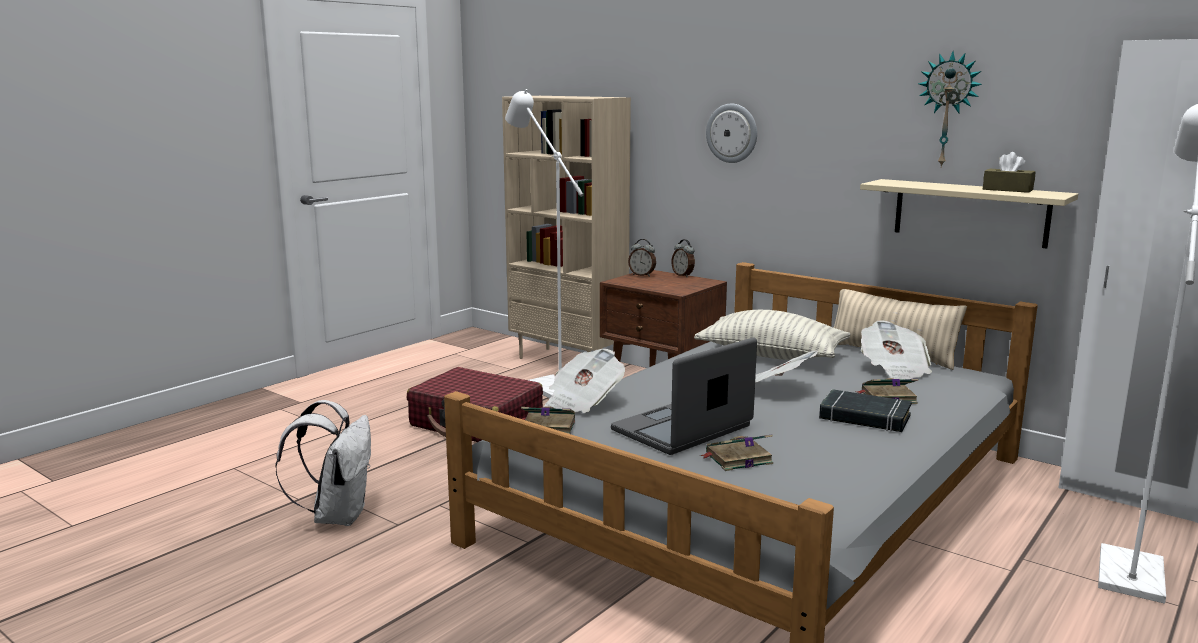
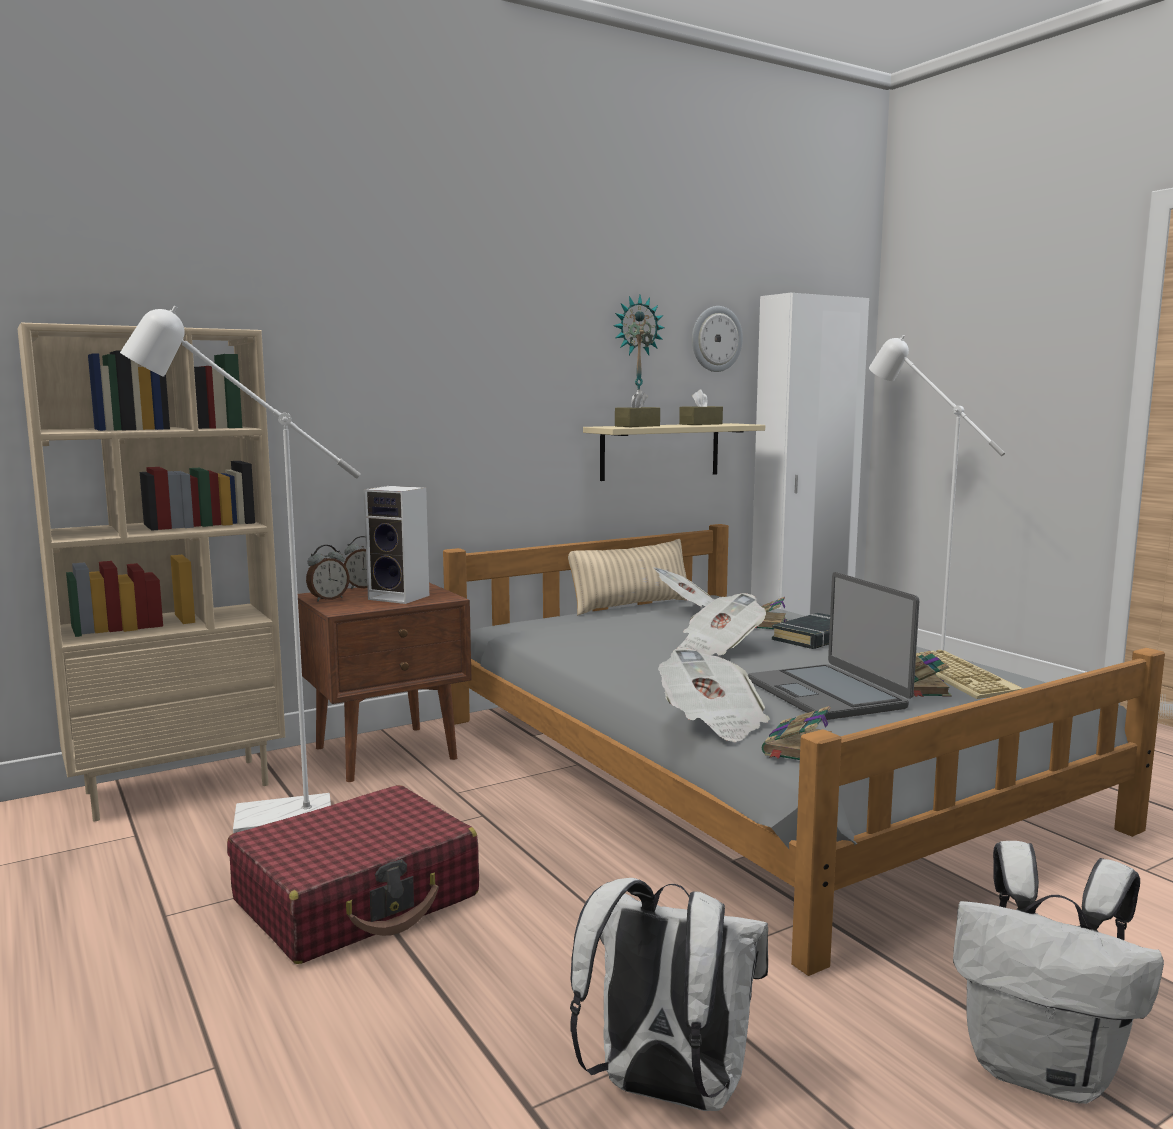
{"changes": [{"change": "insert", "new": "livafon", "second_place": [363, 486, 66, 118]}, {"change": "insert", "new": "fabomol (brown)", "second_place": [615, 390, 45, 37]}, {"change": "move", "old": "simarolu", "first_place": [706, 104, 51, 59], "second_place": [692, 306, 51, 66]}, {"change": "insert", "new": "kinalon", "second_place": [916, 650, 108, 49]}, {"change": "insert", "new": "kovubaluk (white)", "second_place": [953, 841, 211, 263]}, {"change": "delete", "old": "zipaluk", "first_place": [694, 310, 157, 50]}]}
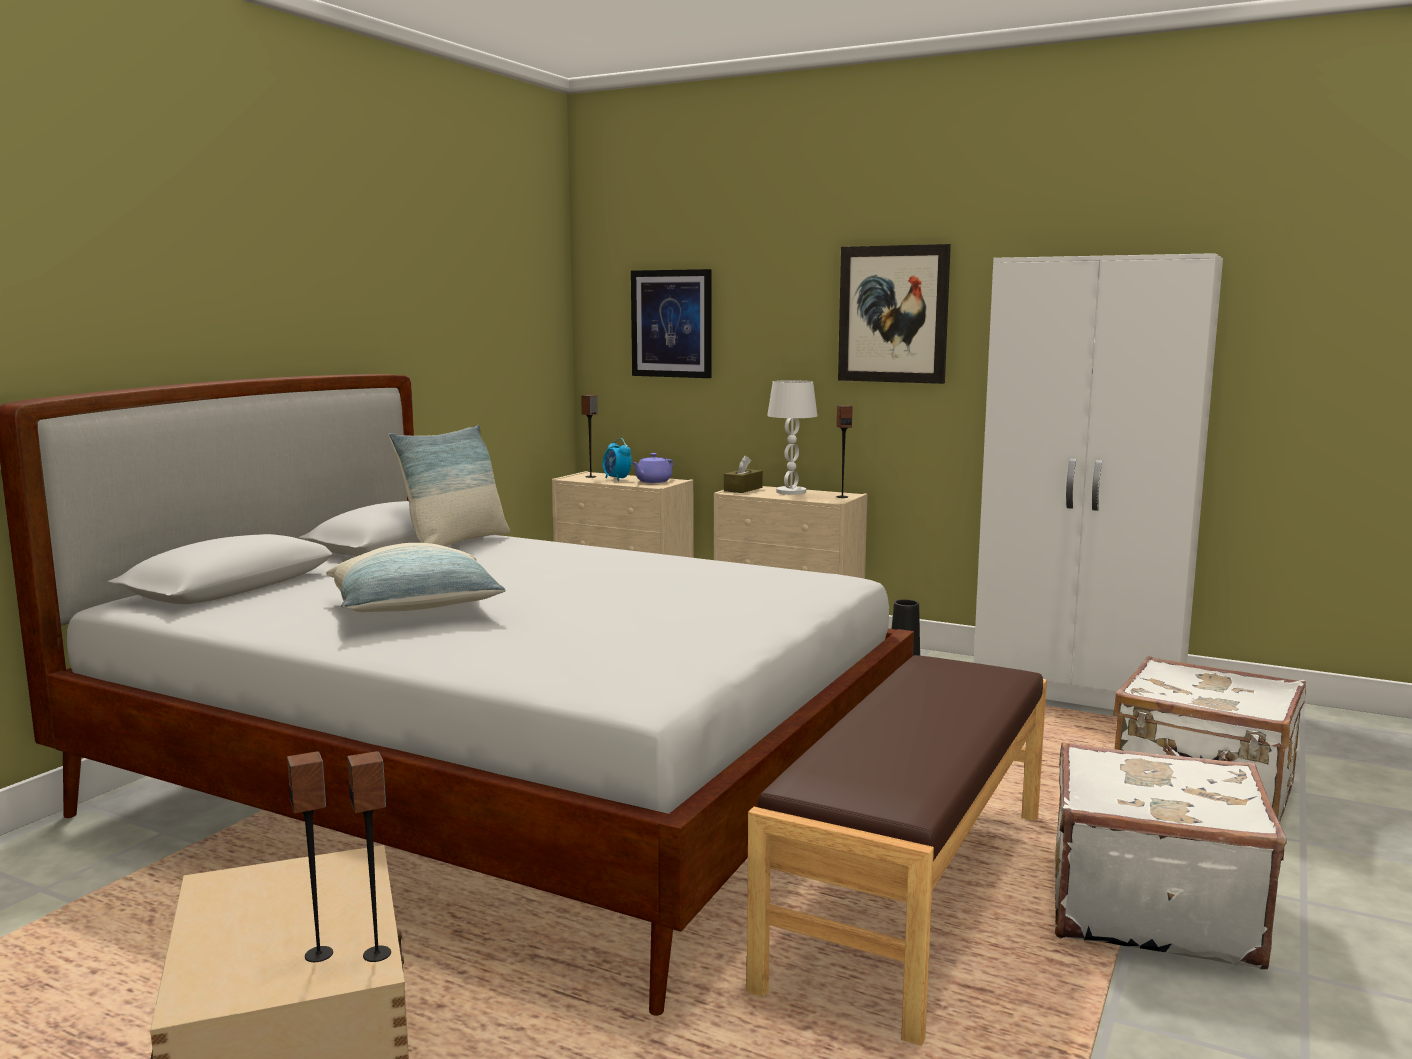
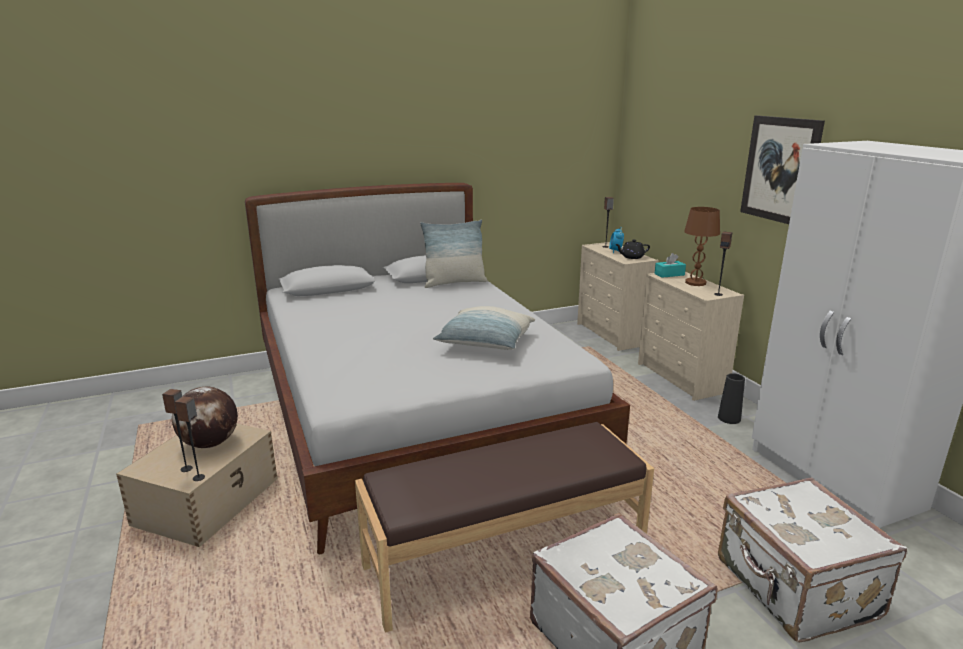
{"changes": [{"change": "insert", "new": "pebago", "second_place": [172, 387, 66, 61]}, {"change": "move", "old": "zipaluk", "first_place": [326, 543, 180, 69], "second_place": [433, 306, 102, 44]}, {"change": "recolor", "old": "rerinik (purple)", "new": "rerinik (black)", "first_place": [631, 453, 42, 30], "second_place": [615, 240, 35, 19]}, {"change": "recolor", "old": "fabomol (brown)", "new": "fabomol (turquoise)", "first_place": [724, 455, 39, 38], "second_place": [654, 253, 32, 25]}, {"change": "recolor", "old": "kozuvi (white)", "new": "kozuvi (brown)", "first_place": [767, 380, 50, 115], "second_place": [684, 207, 36, 79]}, {"change": "delete", "old": "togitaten", "first_place": [631, 269, 81, 109]}]}
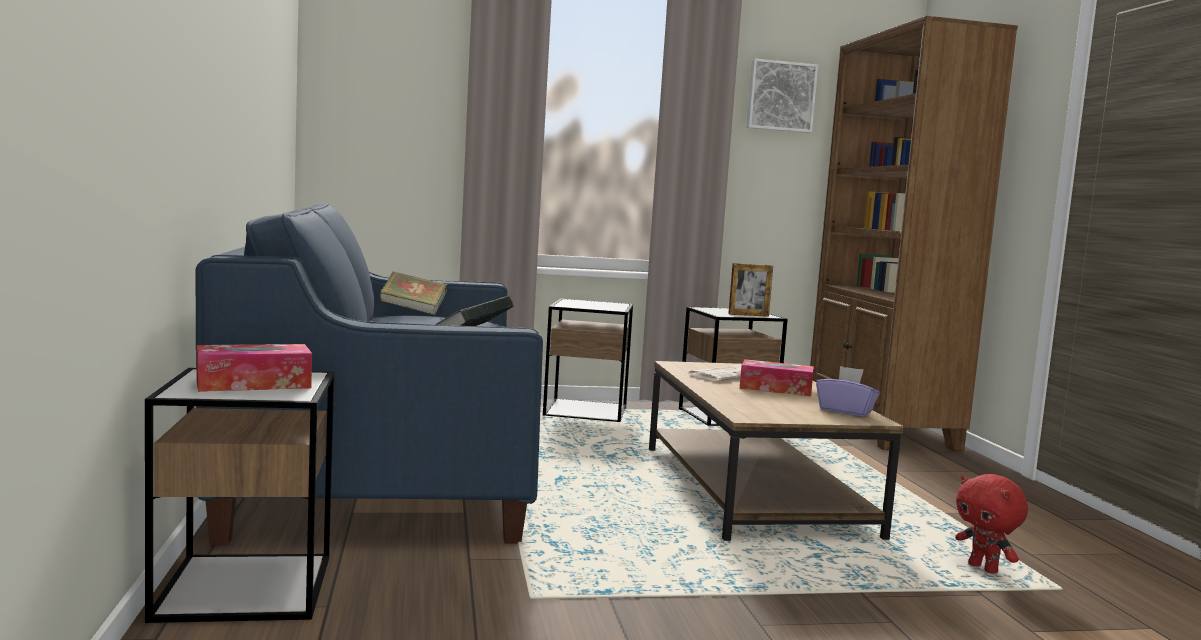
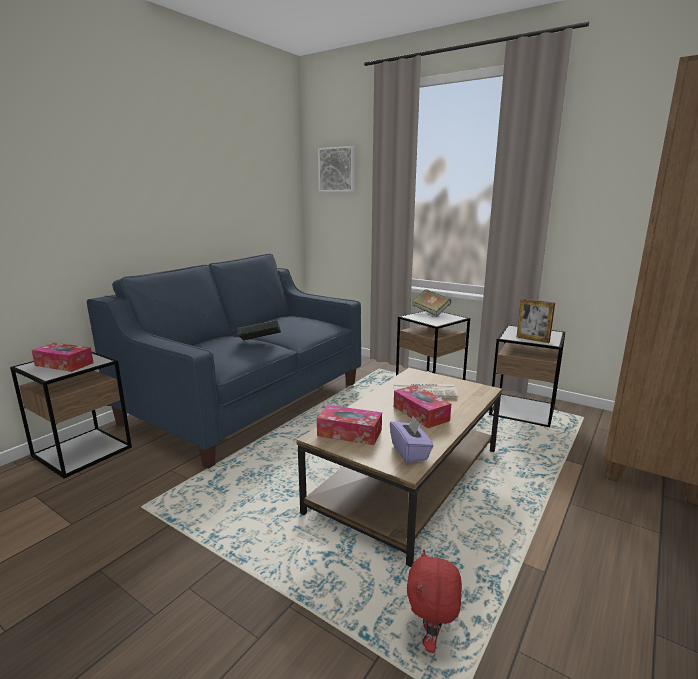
{"changes": [{"change": "insert", "new": "fabomol", "second_place": [317, 405, 65, 40]}, {"change": "move", "old": "togitaten", "first_place": [746, 59, 72, 74], "second_place": [318, 146, 37, 46]}, {"change": "move", "old": "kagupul", "first_place": [379, 272, 68, 43], "second_place": [412, 289, 39, 28]}]}
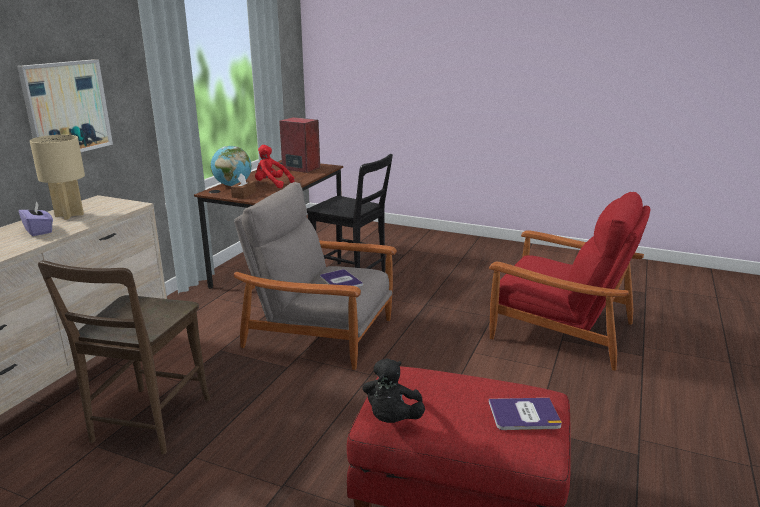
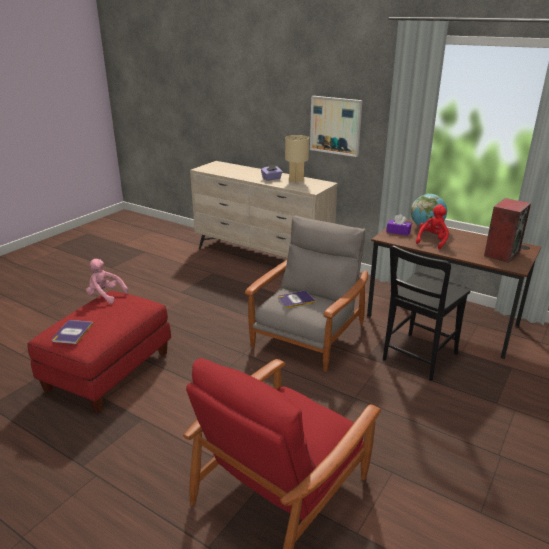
{"changes": [{"change": "recolor", "old": "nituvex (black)", "new": "nituvex (pink)", "first_place": [362, 358, 63, 65], "second_place": [86, 259, 42, 44]}, {"change": "recolor", "old": "fabomol (brown)", "new": "fabomol (purple)", "first_place": [231, 173, 25, 26], "second_place": [386, 214, 26, 22]}, {"change": "delete", "old": "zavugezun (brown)", "first_place": [38, 260, 172, 194]}]}
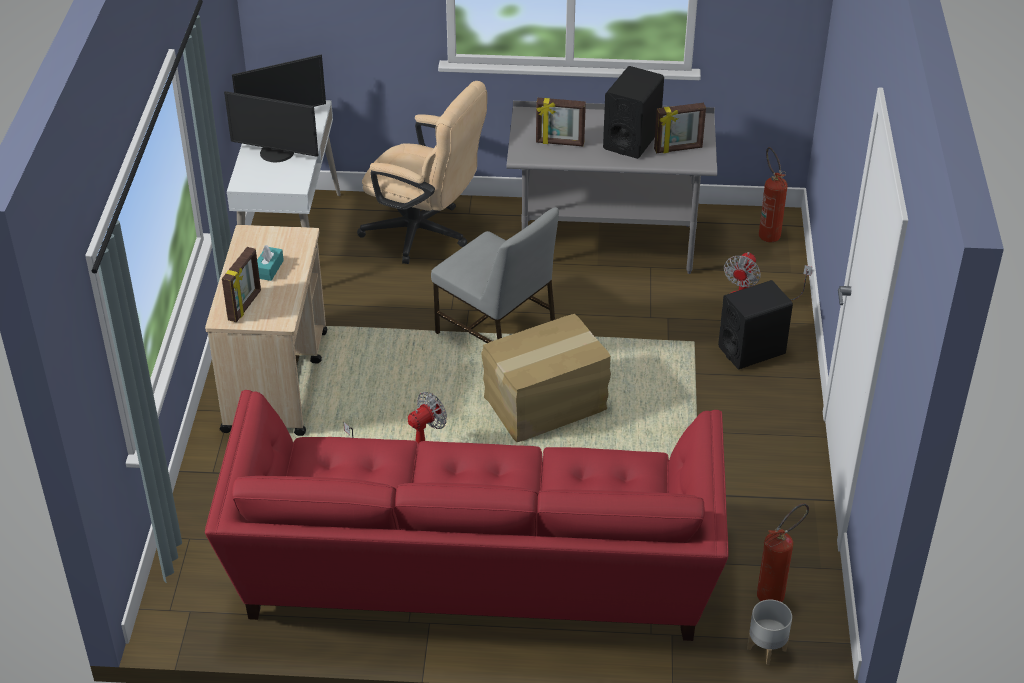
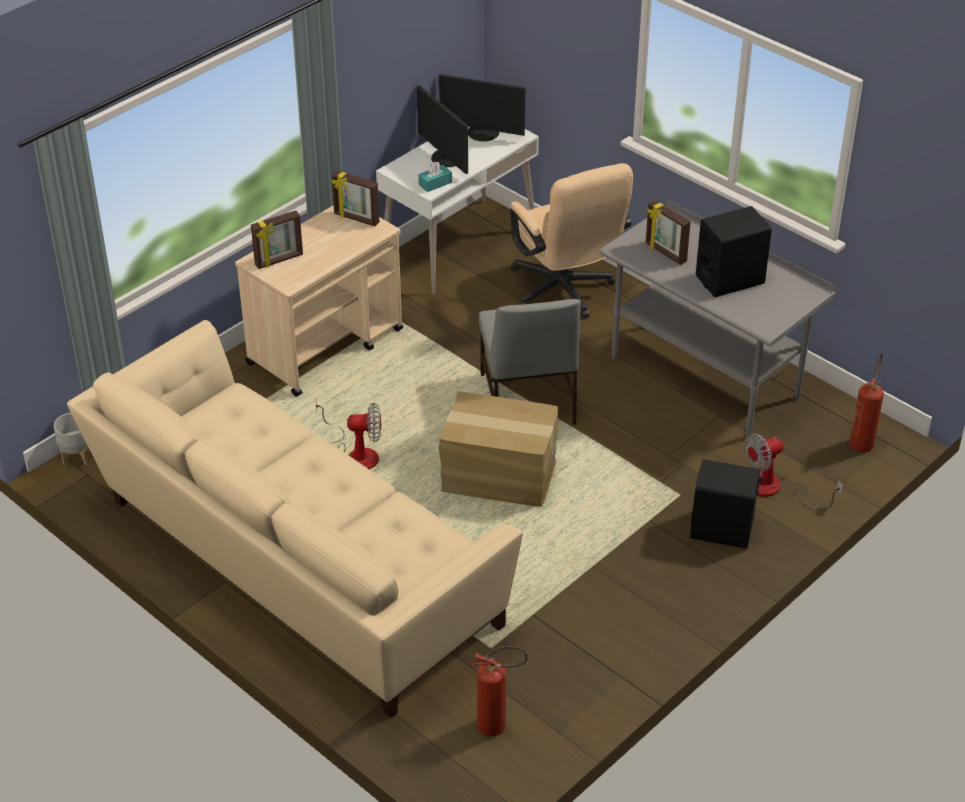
{"changes": [{"change": "move", "old": "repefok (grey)", "first_place": [747, 599, 45, 66], "second_place": [54, 413, 36, 53]}, {"change": "recolor", "old": "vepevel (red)", "new": "vepevel (beige)", "first_place": [205, 390, 524, 251], "second_place": [67, 320, 456, 398]}, {"change": "move", "old": "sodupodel", "first_place": [654, 103, 52, 50], "second_place": [331, 170, 48, 56]}, {"change": "move", "old": "fabomol (turquoise)", "first_place": [257, 245, 27, 36], "second_place": [418, 162, 34, 30]}]}
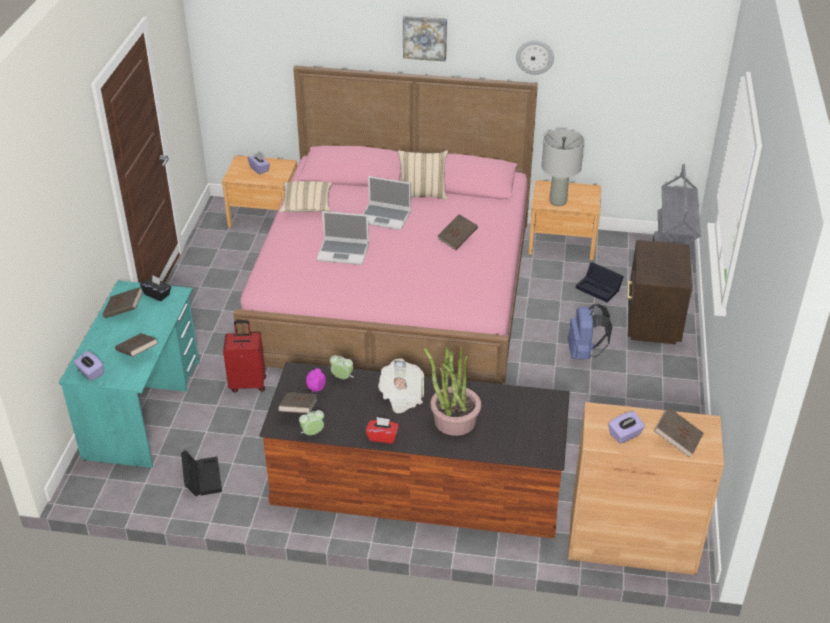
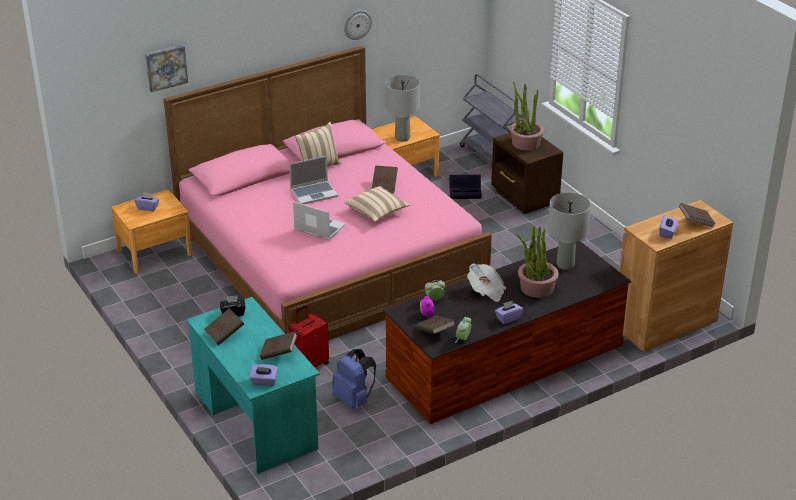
{"changes": [{"change": "move", "old": "togitaten", "first_place": [403, 16, 44, 45], "second_place": [145, 45, 43, 47]}, {"change": "rotate", "old": "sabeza", "first_place": [317, 211, 52, 54], "second_place": [293, 201, 52, 39], "degrees": -120}, {"change": "move", "old": "kovubaluk (blue)", "first_place": [568, 304, 44, 55], "second_place": [332, 349, 44, 60]}, {"change": "move", "old": "zipaluk (beige)", "first_place": [279, 181, 53, 31], "second_place": [345, 186, 66, 36]}, {"change": "recolor", "old": "fabomol (red)", "new": "fabomol (purple)", "first_place": [366, 417, 33, 27], "second_place": [495, 300, 28, 24]}, {"change": "insert", "new": "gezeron", "second_place": [510, 82, 34, 68]}, {"change": "insert", "new": "kozuvi (grey)", "second_place": [548, 192, 43, 78]}, {"change": "delete", "old": "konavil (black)", "first_place": [181, 450, 41, 46]}]}
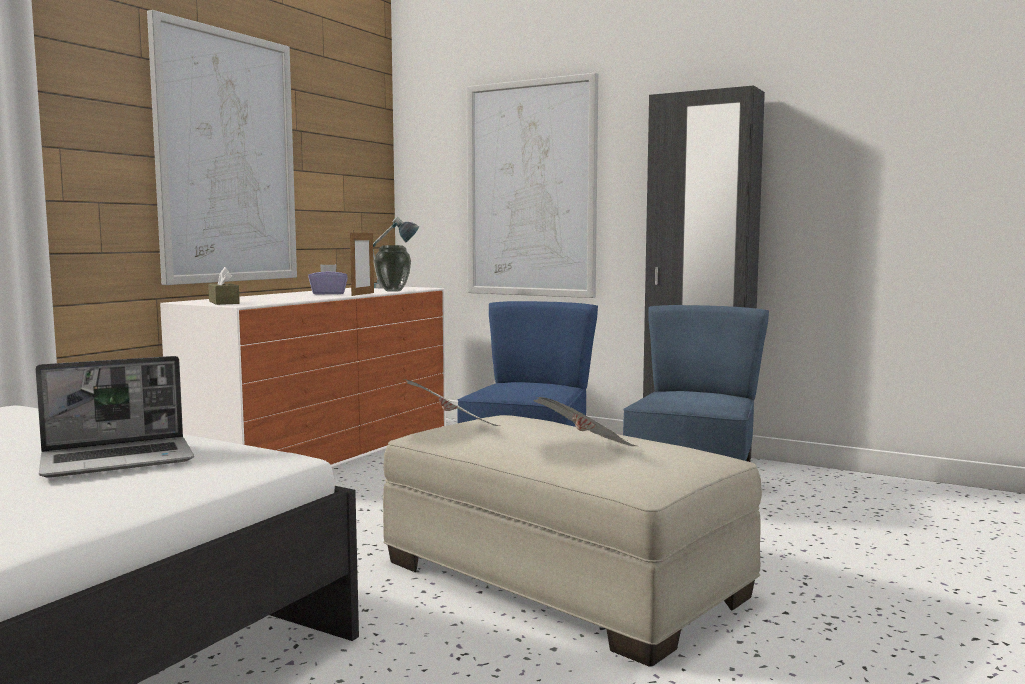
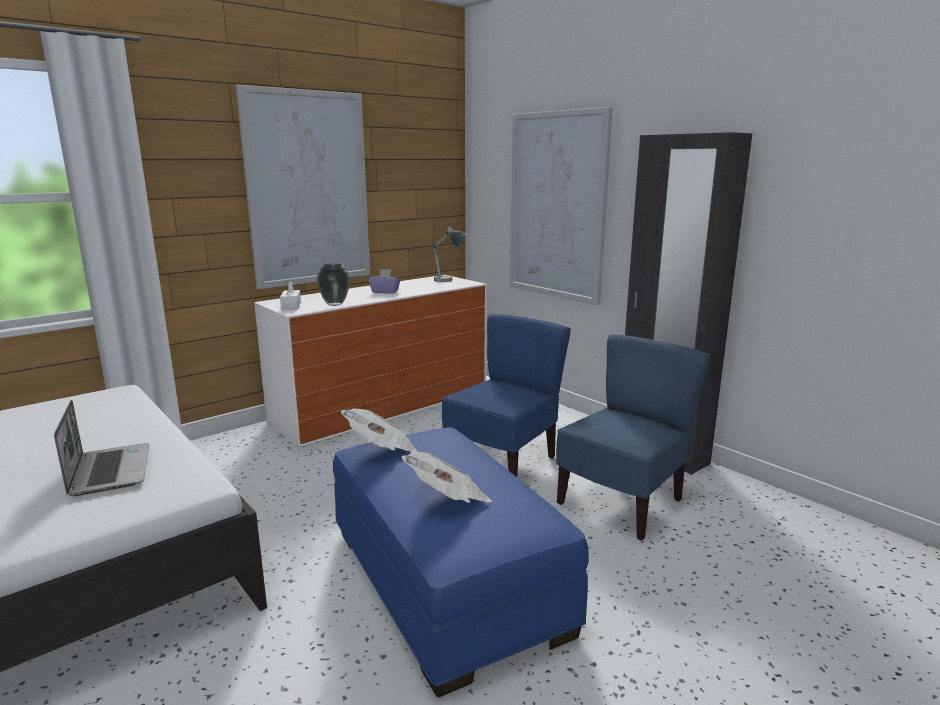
{"changes": [{"change": "rotate", "old": "sabeza", "first_place": [35, 356, 159, 122], "second_place": [54, 400, 95, 96], "degrees": -105}, {"change": "recolor", "old": "fabomol (brown)", "new": "fabomol (white)", "first_place": [208, 267, 32, 38], "second_place": [280, 281, 21, 29]}, {"change": "move", "old": "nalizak", "first_place": [374, 245, 37, 47], "second_place": [317, 264, 33, 42]}, {"change": "recolor", "old": "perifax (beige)", "new": "perifax (blue)", "first_place": [383, 415, 379, 252], "second_place": [333, 427, 256, 270]}, {"change": "delete", "old": "sodupodel", "first_place": [350, 231, 24, 65]}]}
